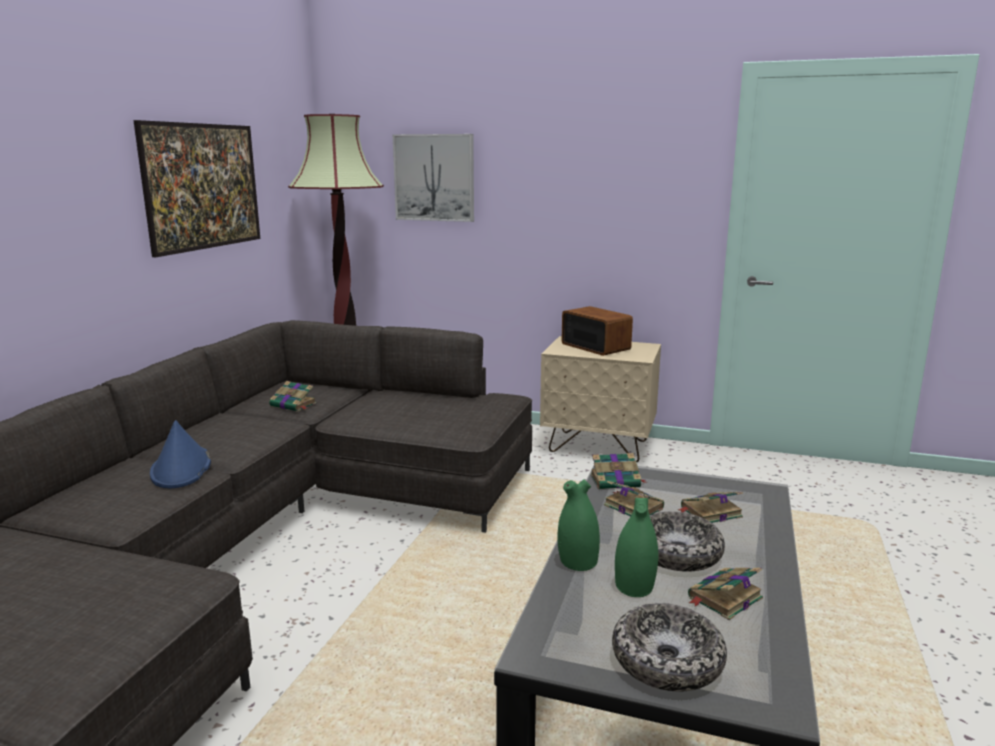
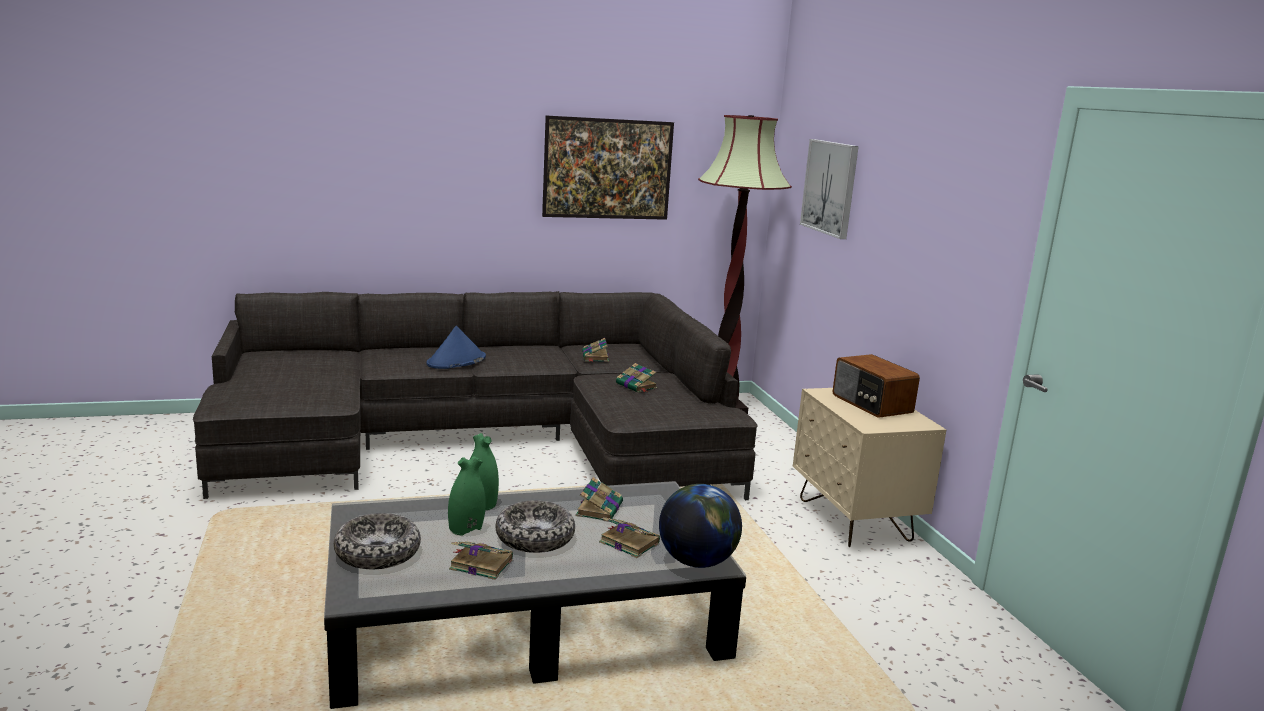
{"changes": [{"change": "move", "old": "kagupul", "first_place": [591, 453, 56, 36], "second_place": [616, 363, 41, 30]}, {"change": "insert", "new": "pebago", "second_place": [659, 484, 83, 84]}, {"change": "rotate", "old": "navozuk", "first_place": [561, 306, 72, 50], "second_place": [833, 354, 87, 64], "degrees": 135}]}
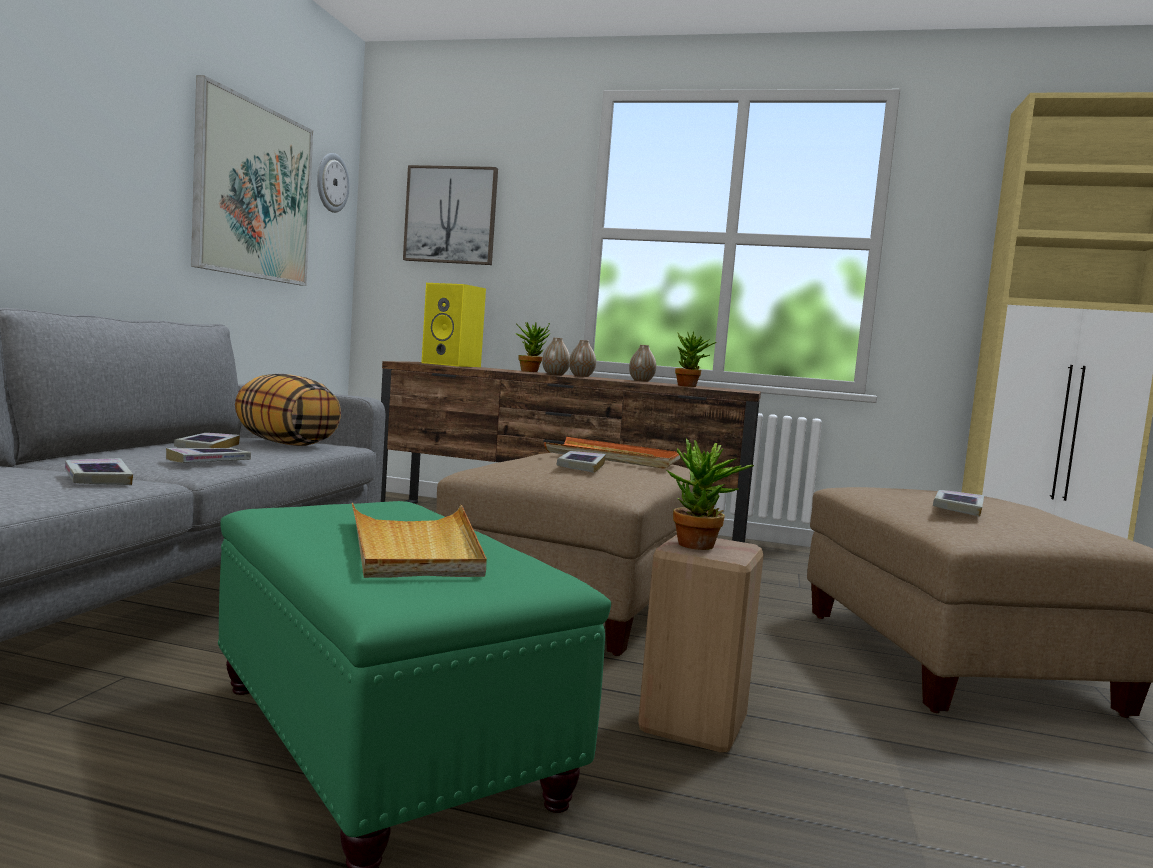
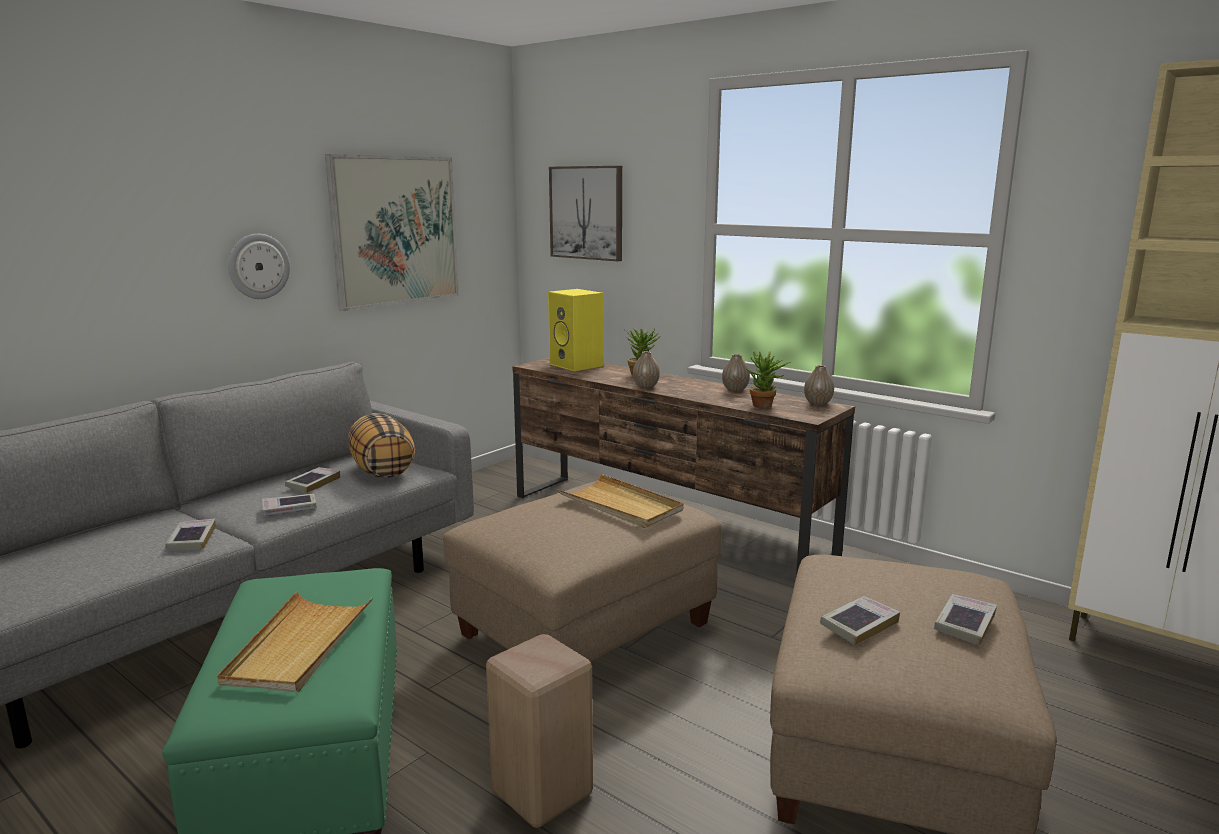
{"changes": [{"change": "move", "old": "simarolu", "first_place": [317, 153, 33, 60], "second_place": [228, 234, 62, 65]}, {"change": "recolor", "old": "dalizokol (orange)", "new": "dalizokol (beige)", "first_place": [544, 437, 136, 32], "second_place": [558, 474, 126, 54]}, {"change": "move", "old": "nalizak", "first_place": [569, 340, 27, 37], "second_place": [804, 365, 30, 41]}, {"change": "move", "old": "kagupul", "first_place": [557, 451, 49, 22], "second_place": [934, 594, 63, 52]}, {"change": "delete", "old": "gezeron", "first_place": [667, 439, 87, 111]}]}
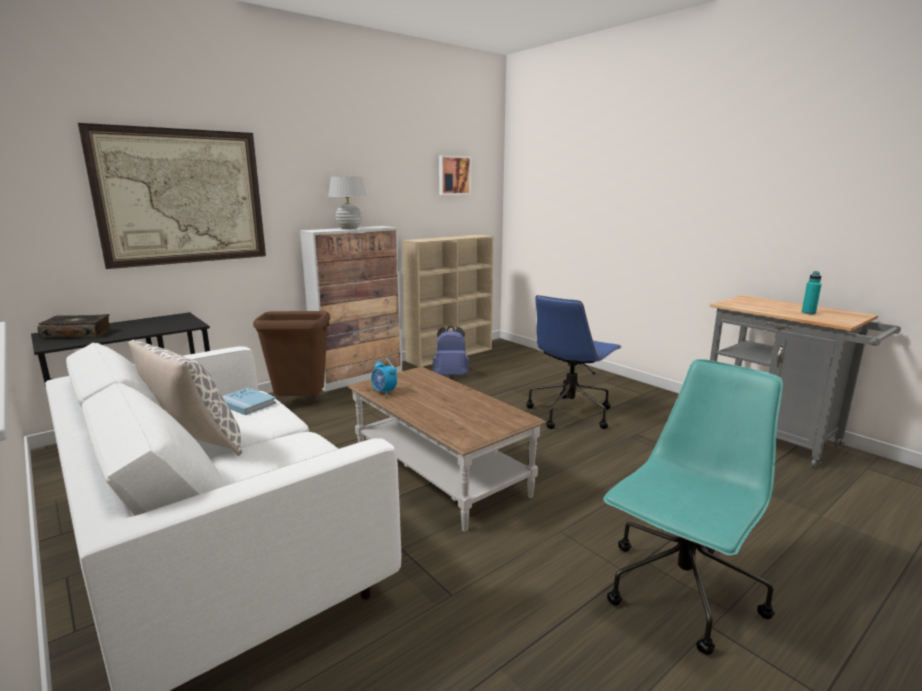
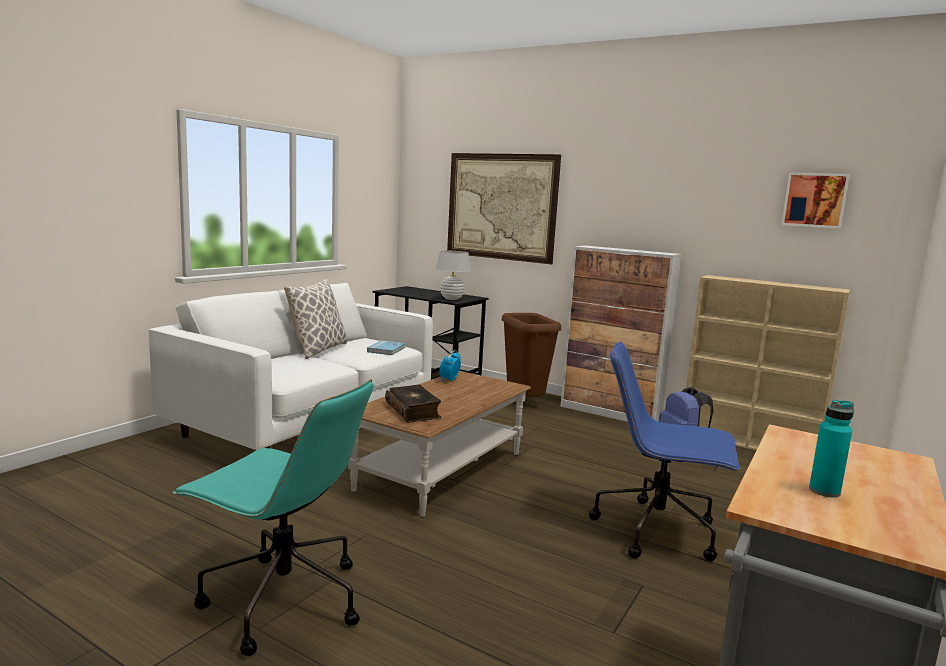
{"changes": [{"change": "move", "old": "kagupul", "first_place": [37, 314, 76, 24], "second_place": [385, 385, 56, 38]}, {"change": "move", "old": "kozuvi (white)", "first_place": [328, 177, 39, 52], "second_place": [436, 251, 35, 49]}]}
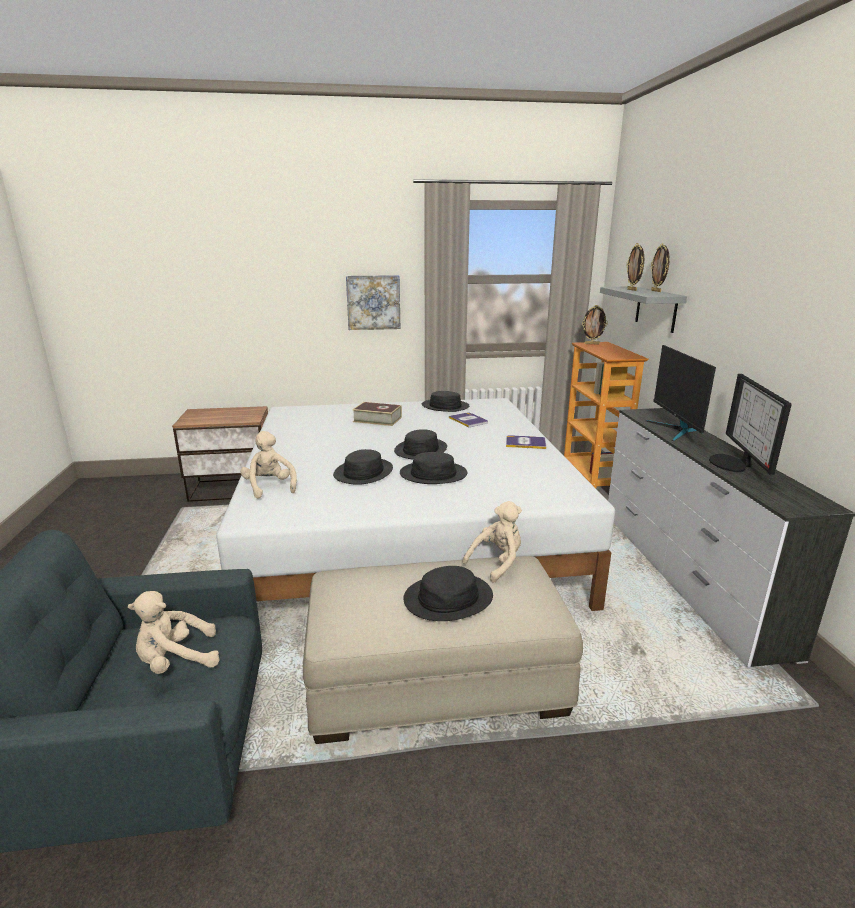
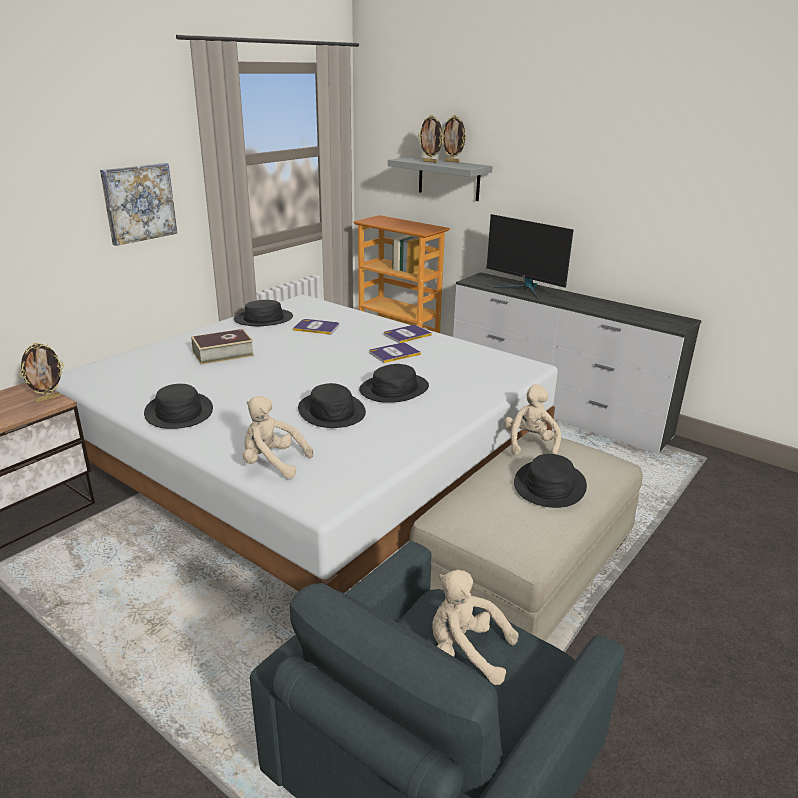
{"changes": [{"change": "move", "old": "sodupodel", "first_place": [582, 305, 26, 39], "second_place": [19, 342, 45, 60]}, {"change": "move", "old": "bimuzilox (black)", "first_place": [394, 429, 53, 30], "second_place": [144, 384, 69, 45]}, {"change": "insert", "new": "kagupul", "second_place": [369, 343, 52, 20]}, {"change": "rotate", "old": "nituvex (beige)", "first_place": [128, 591, 92, 83], "second_place": [432, 570, 87, 115], "degrees": 90}, {"change": "delete", "old": "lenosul", "first_place": [709, 374, 83, 101]}]}
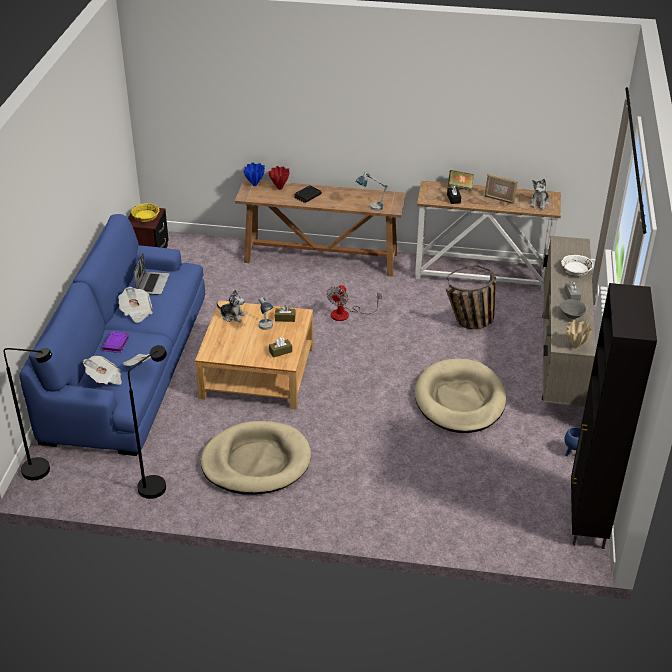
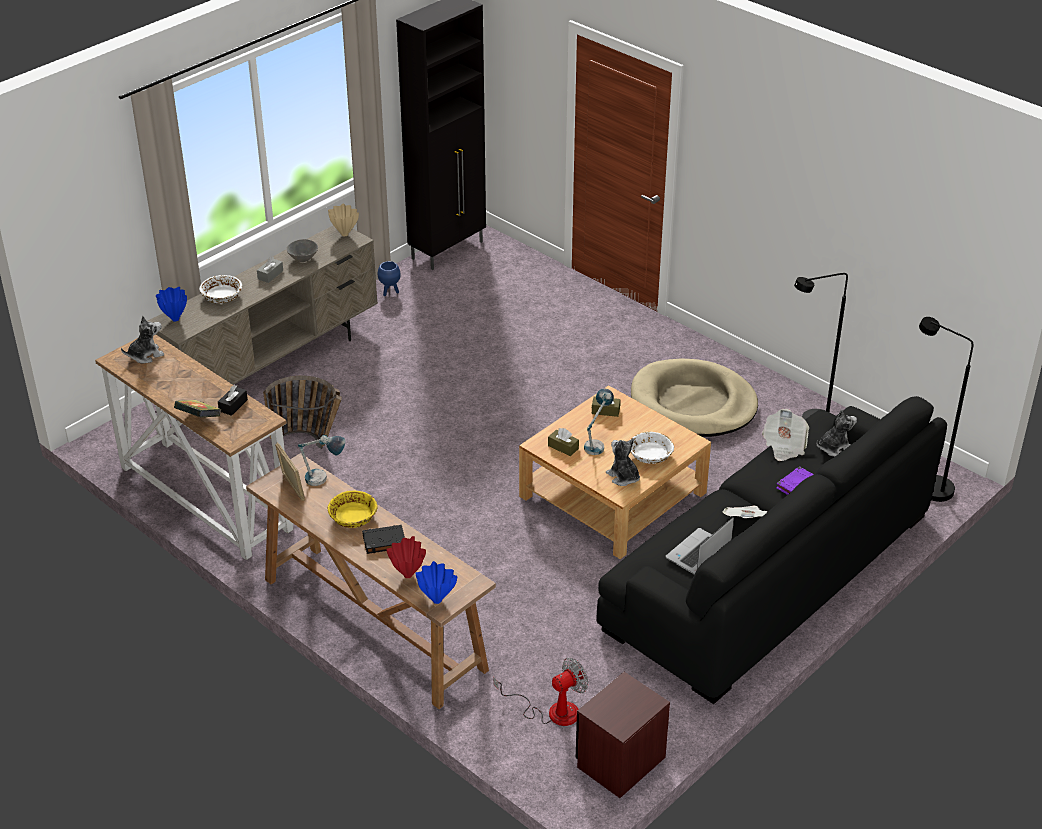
{"changes": [{"change": "insert", "new": "nalizak (blue)", "second_place": [156, 287, 31, 34]}, {"change": "move", "old": "sodupodel", "first_place": [484, 174, 34, 30], "second_place": [275, 443, 30, 58]}, {"change": "move", "old": "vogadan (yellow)", "first_place": [131, 203, 29, 19], "second_place": [328, 491, 49, 37]}, {"change": "move", "old": "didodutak", "first_place": [327, 285, 55, 36], "second_place": [494, 658, 94, 68]}, {"change": "recolor", "old": "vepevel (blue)", "new": "vepevel (black)", "first_place": [19, 214, 186, 242], "second_place": [597, 396, 350, 308]}, {"change": "insert", "new": "vogadan (white)", "second_place": [631, 432, 43, 32]}, {"change": "replace", "old": "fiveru", "new": "nituvex", "first_place": [83, 356, 39, 29], "second_place": [816, 410, 41, 47]}, {"change": "delete", "old": "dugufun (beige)", "first_place": [415, 358, 91, 75]}]}
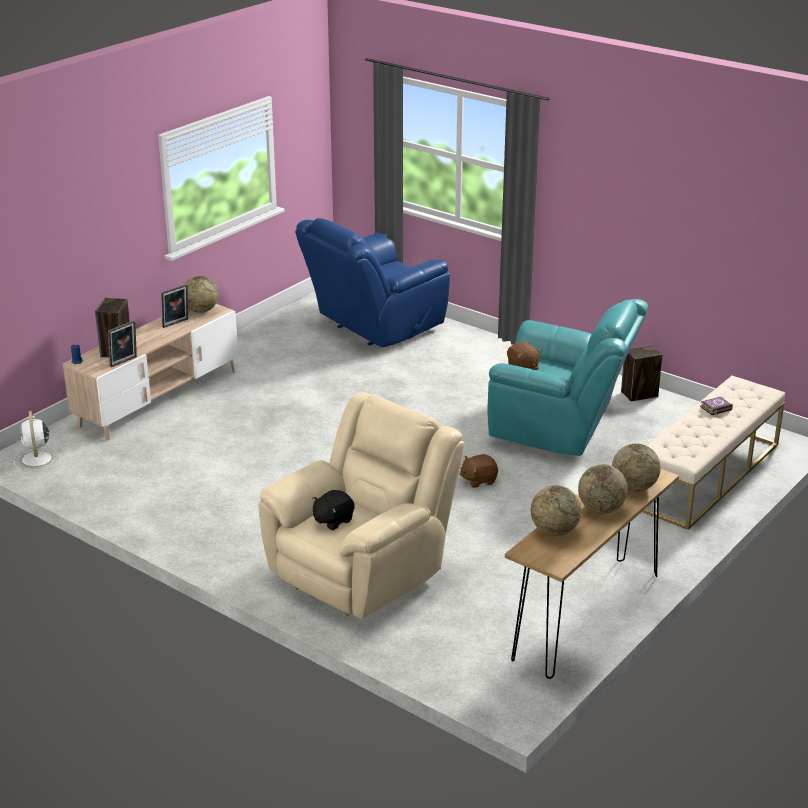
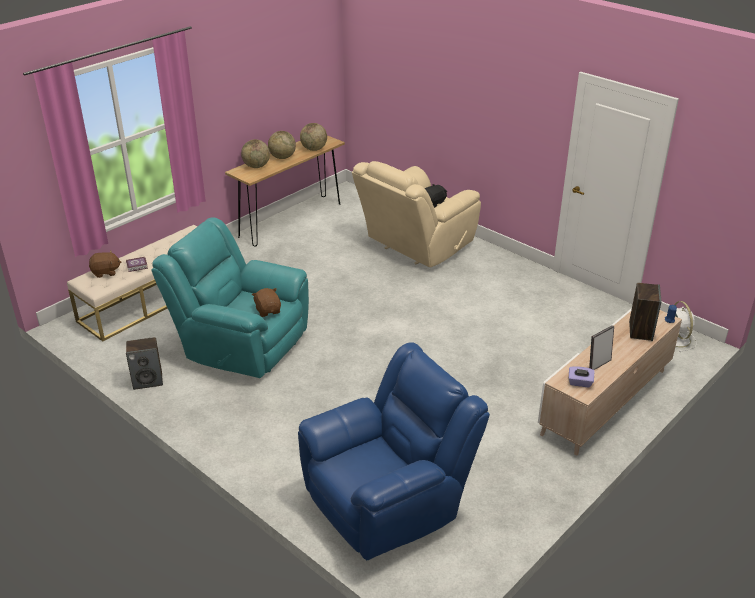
{"changes": [{"change": "move", "old": "nituvex (brown)", "first_place": [460, 454, 38, 34], "second_place": [89, 250, 33, 28]}, {"change": "replace", "old": "pebago", "new": "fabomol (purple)", "first_place": [184, 276, 35, 37], "second_place": [569, 366, 26, 21]}, {"change": "delete", "old": "sodupodel", "first_place": [108, 320, 29, 47]}]}
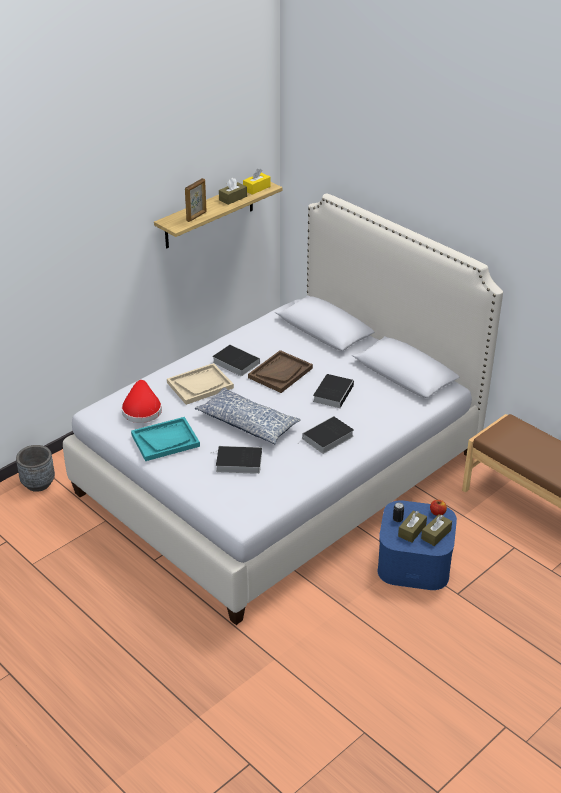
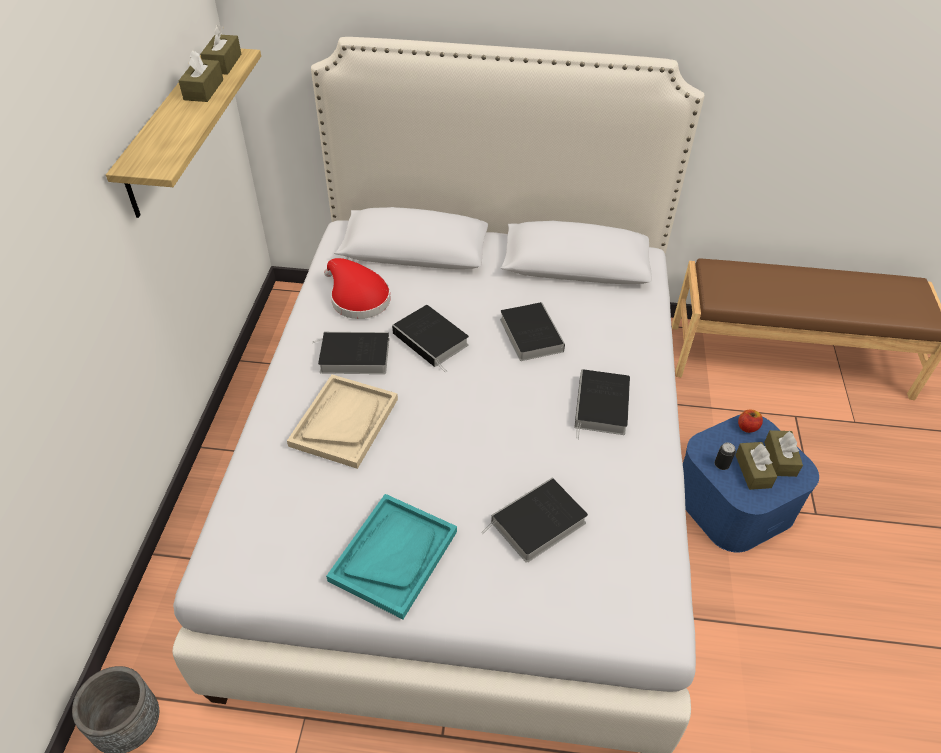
{"changes": [{"change": "recolor", "old": "fabomol (yellow)", "new": "fabomol (brown)", "first_place": [243, 169, 27, 26], "second_place": [200, 25, 41, 50]}, {"change": "move", "old": "bimuzilox (red)", "first_place": [122, 380, 40, 43], "second_place": [324, 258, 66, 61]}, {"change": "replace", "old": "dalizokol (brown)", "new": "kagupul", "first_place": [248, 350, 65, 43], "second_place": [392, 305, 77, 68]}, {"change": "delete", "old": "sodupodel", "first_place": [185, 178, 22, 44]}, {"change": "delete", "old": "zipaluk", "first_place": [195, 387, 106, 57]}]}
